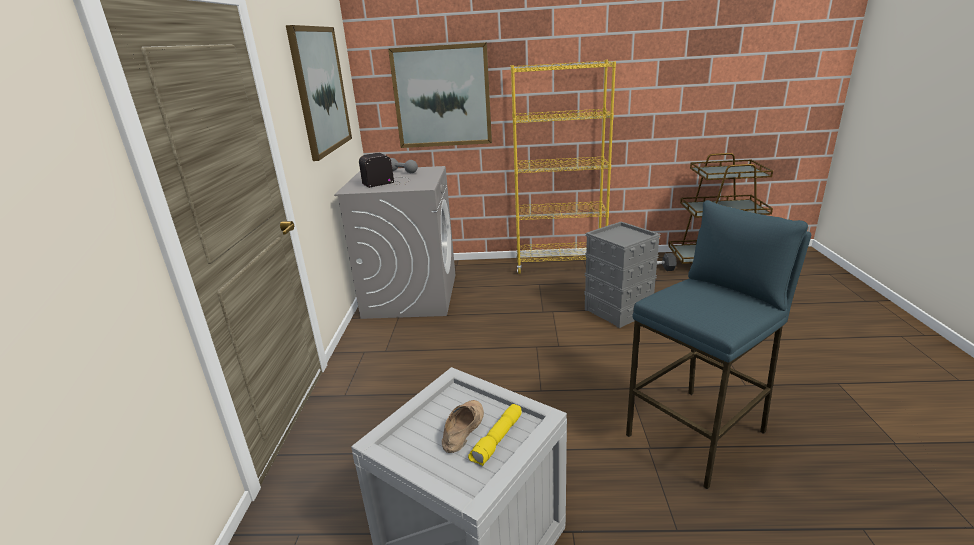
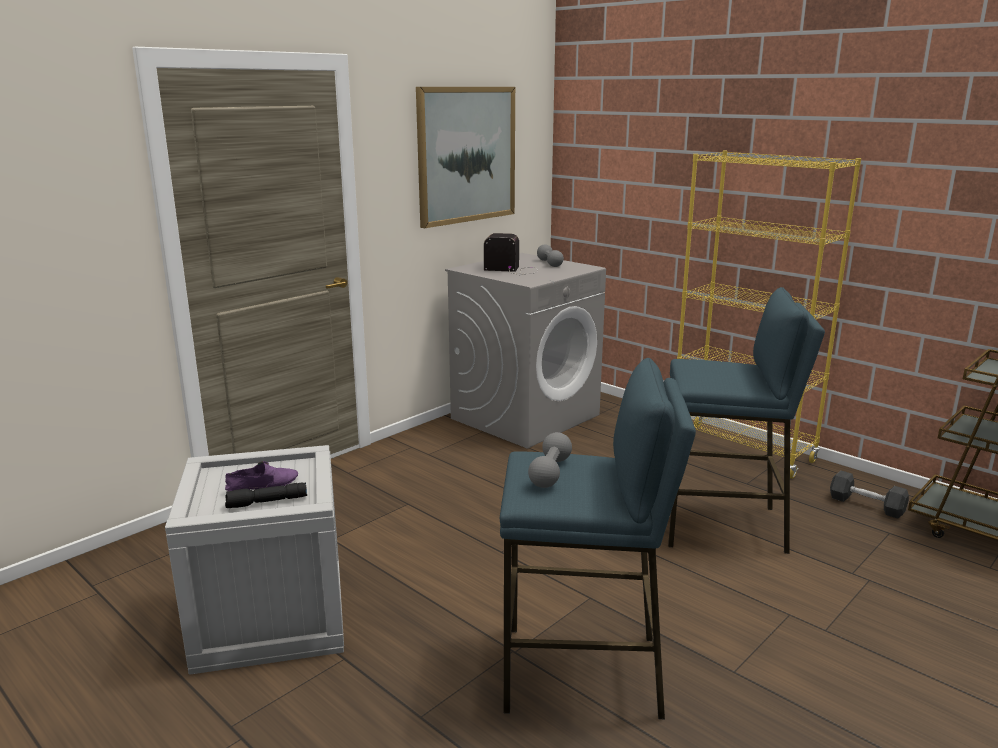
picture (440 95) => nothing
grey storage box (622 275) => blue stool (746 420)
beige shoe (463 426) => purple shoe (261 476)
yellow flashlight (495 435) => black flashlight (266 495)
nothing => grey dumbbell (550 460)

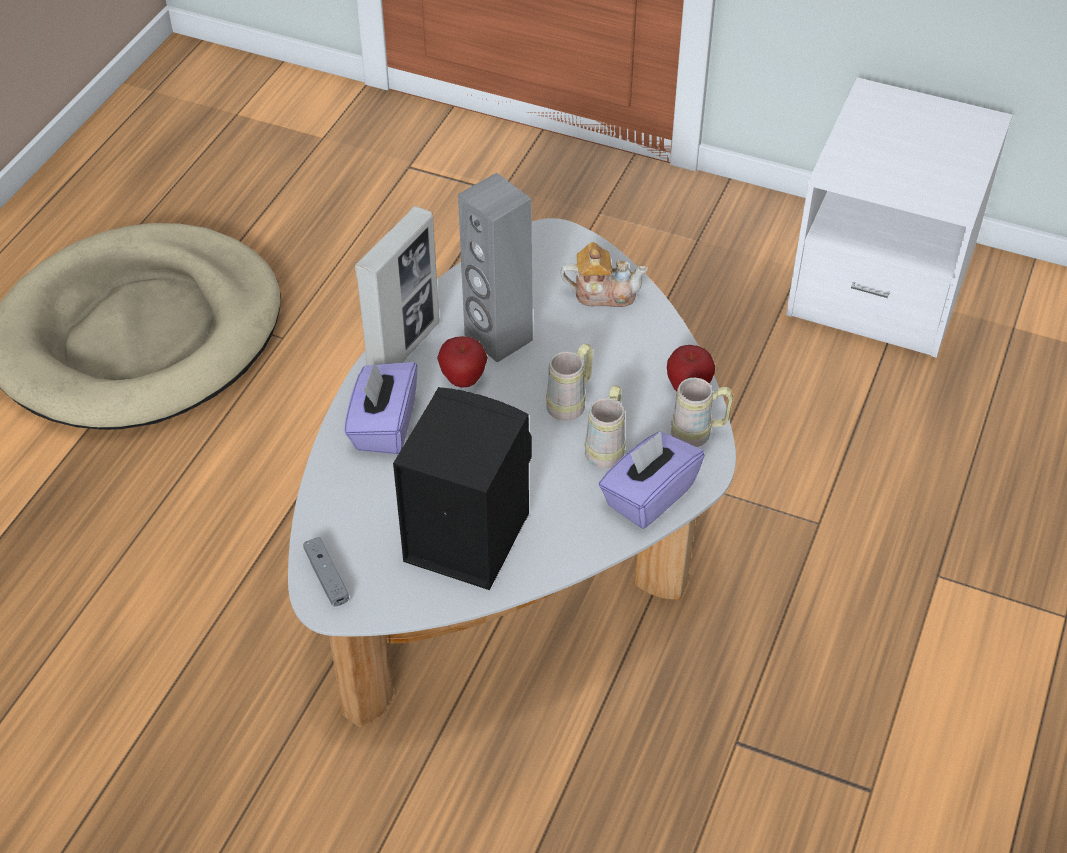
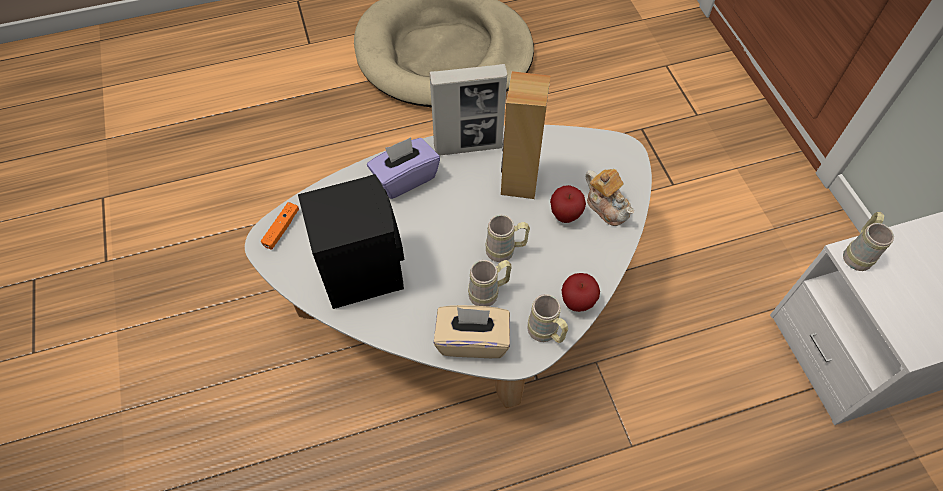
grey speaker (495 268) => brown speaker (525 135)
apple (462 362) => apple (568 204), shifted
purple tissue box (651 480) => beige tissue box (472 331)
grey game controller (326 572) => orange game controller (280 226)
nothing => beige mug (868 241)

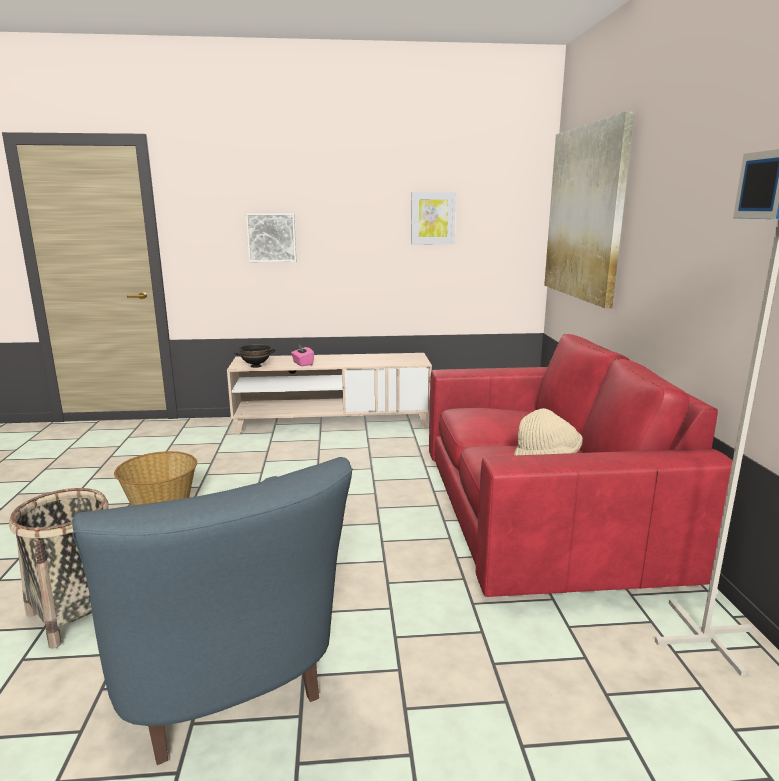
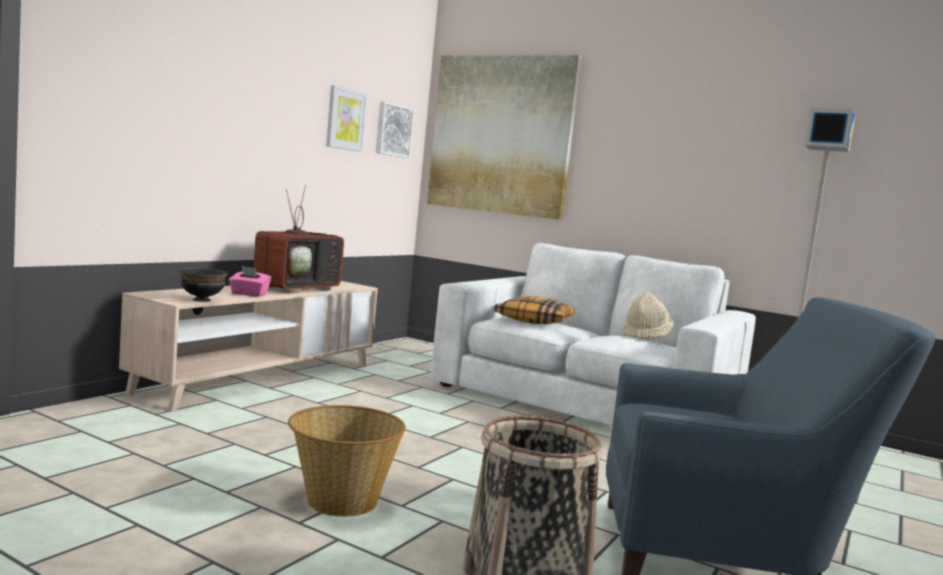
picture (271 237) => picture (395 130), shifted
red sofa (580 465) => white sofa (593 334)
nothing => television (298 239)
nothing => pillow (534 310)

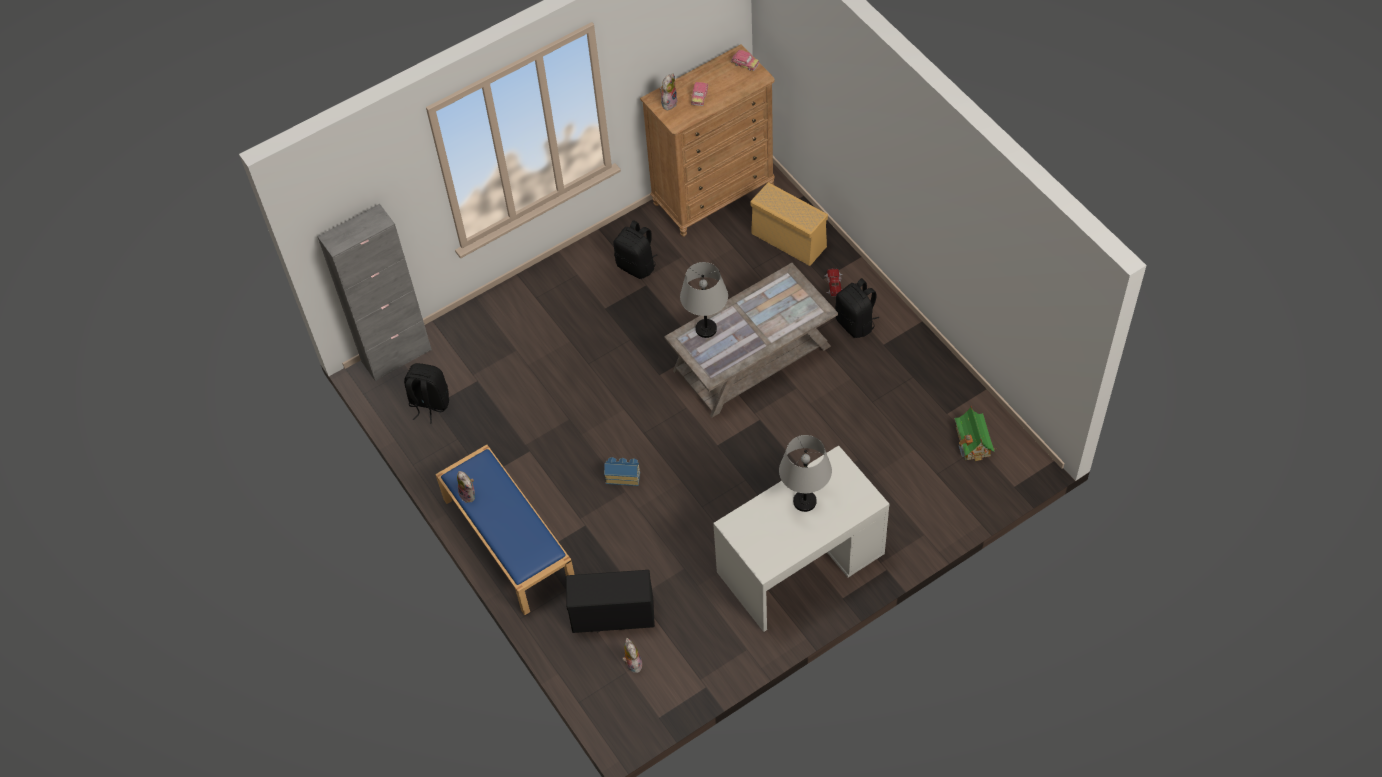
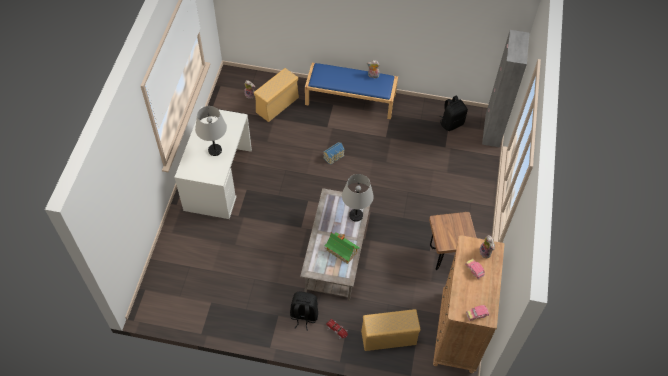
black backpack (635 249) => brown stool (453 241)
toy house (974 434) => toy house (342 248), shifted
black storage box (610 601) => beige storage box (276 95)

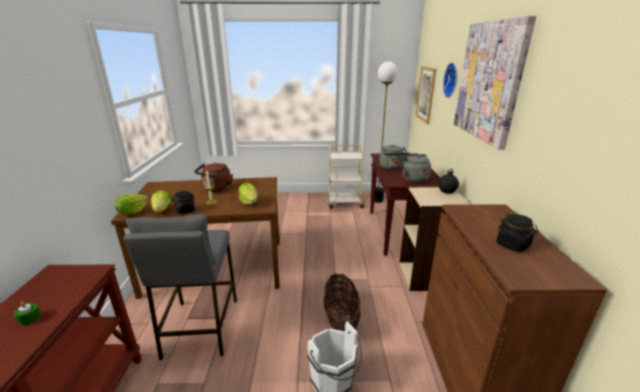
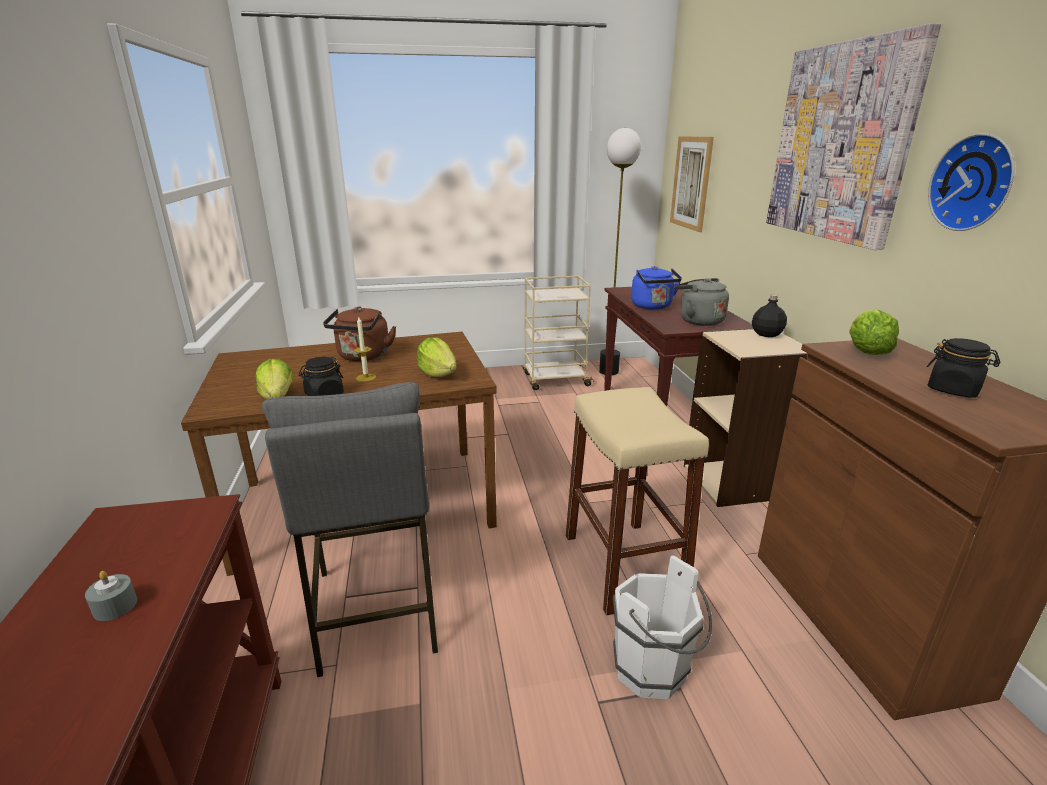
wall clock (450 80) => wall clock (971 182), shifted
grey kettle (394 157) => blue kettle (656 288)
lettuce (131 204) => lettuce (874 332), shifted
basket (342 302) => beige stool (637 501)
green candle (27 313) => grey candle (111 596)

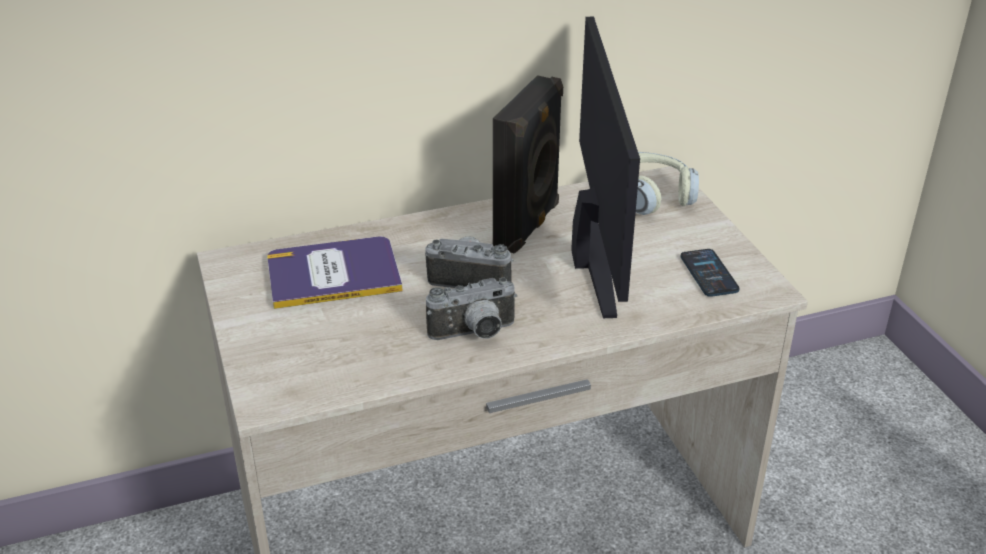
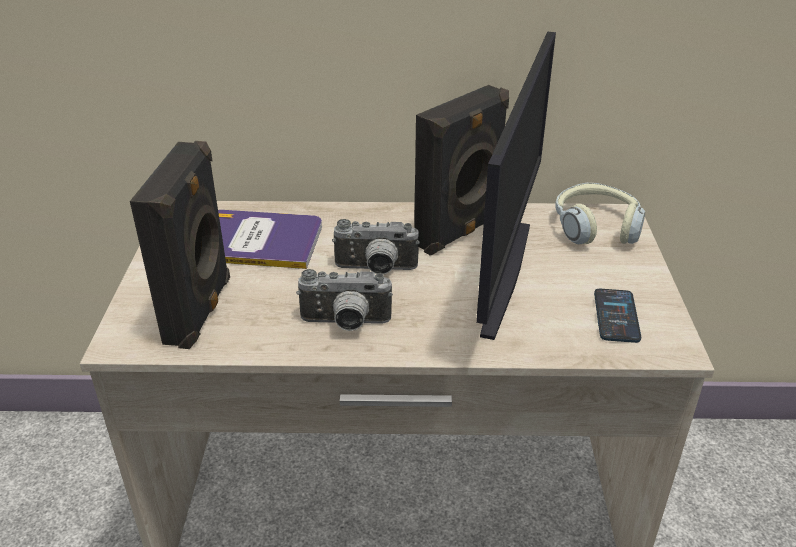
photo camera (469 262) => photo camera (376 246), 150 degrees clockwise
nothing => black speaker (180 245)

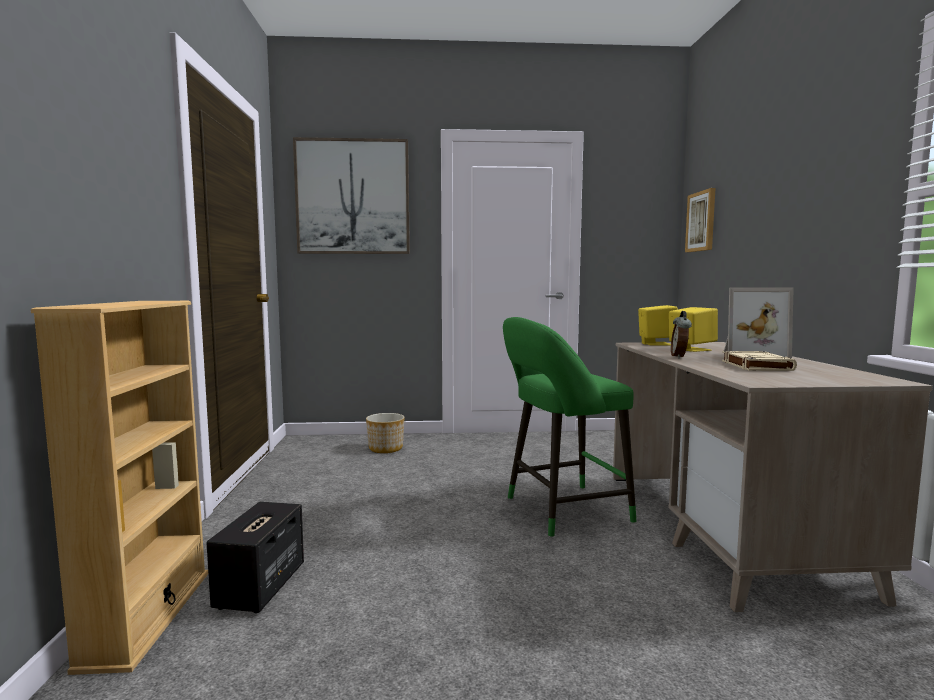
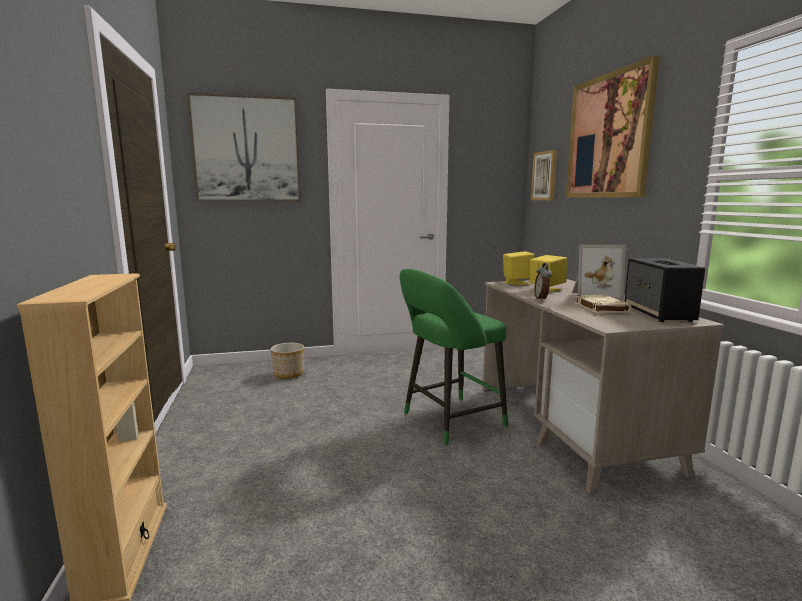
speaker (255 557) => speaker (664 290), shifted
nothing => picture (613 127)

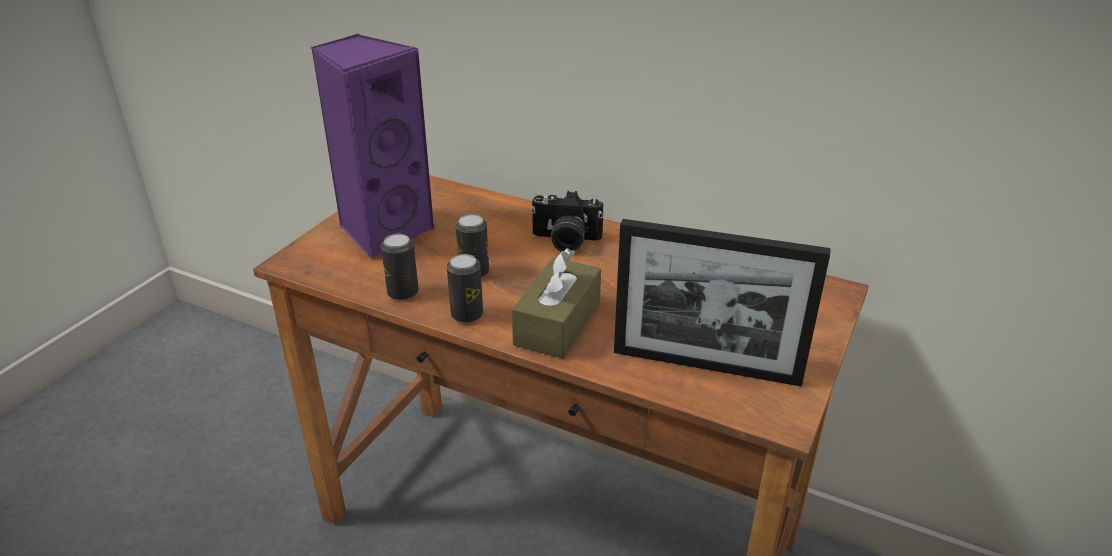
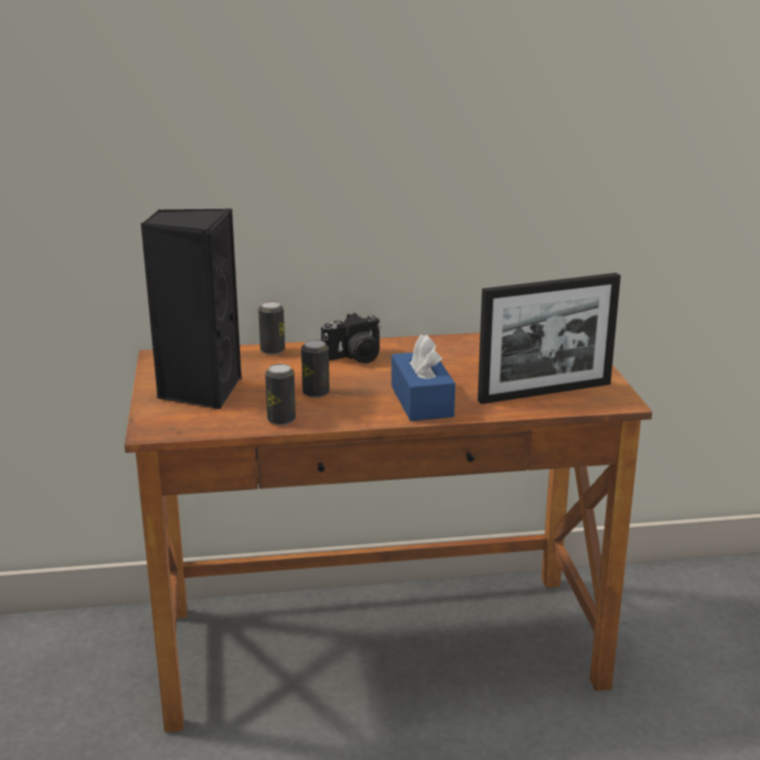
purple speaker (373 146) => black speaker (191 308)
brown tissue box (556 303) => blue tissue box (423 377)
can (465 288) => can (271 328), shifted

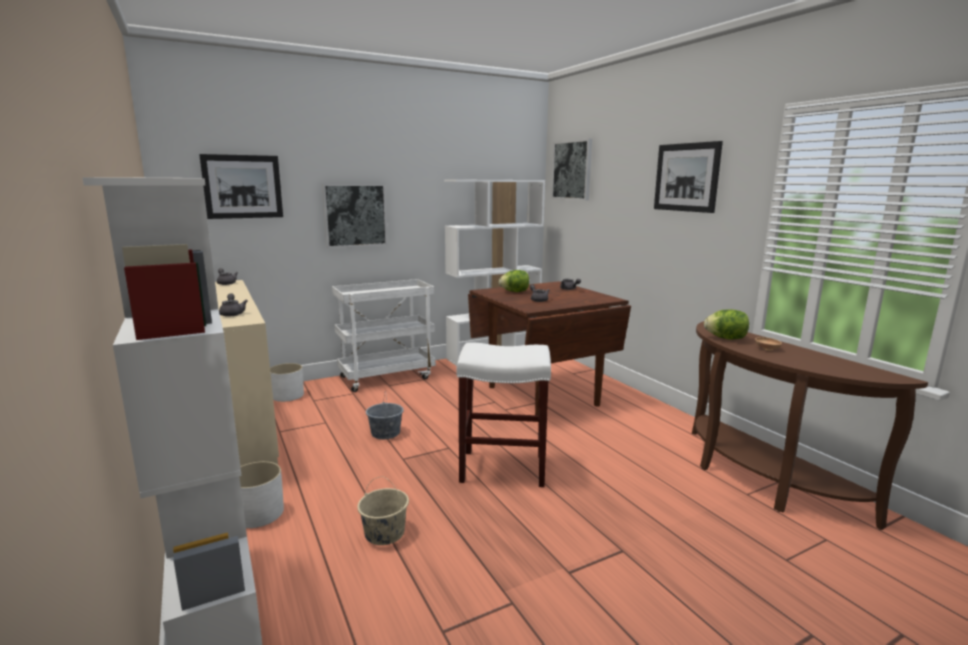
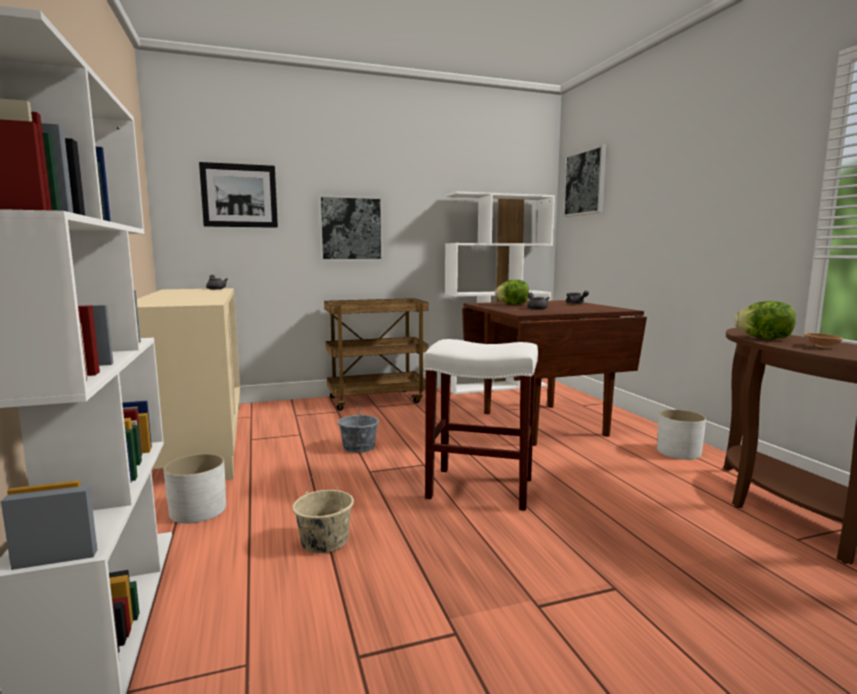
picture (688 177) => nothing
white cart (384 335) => brown cart (376 354)
grey teapot (233 305) => nothing
white planter (287 382) => white planter (681 434), shifted

